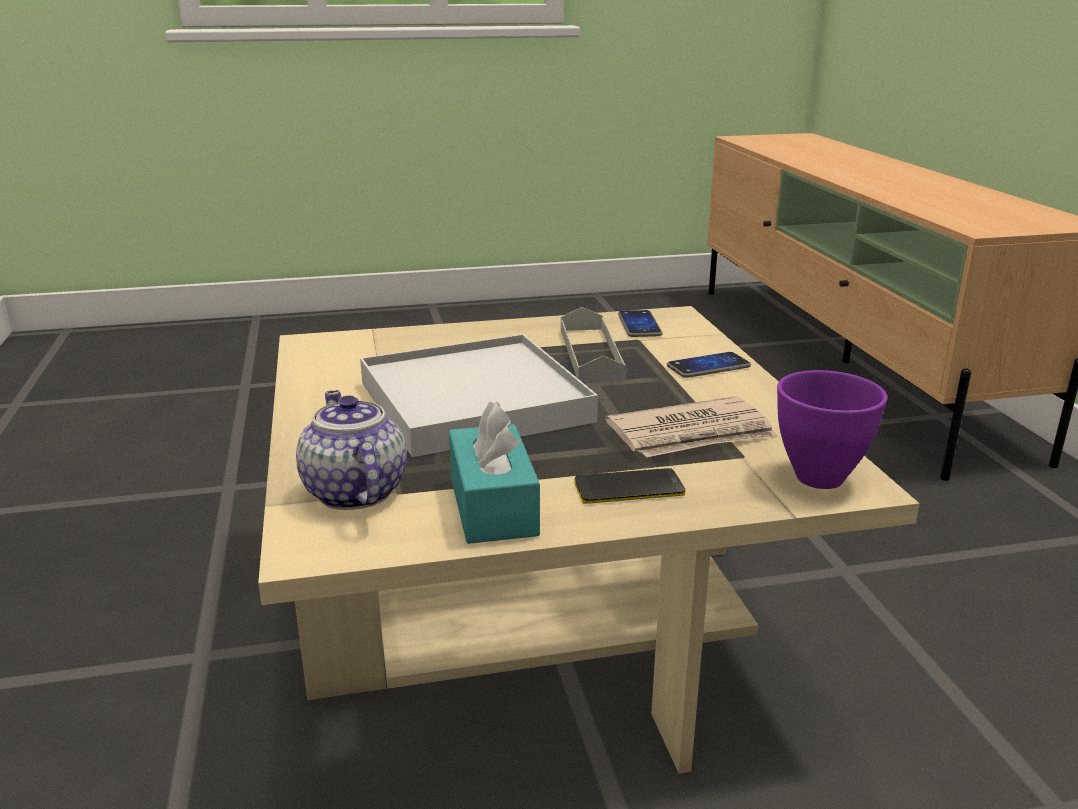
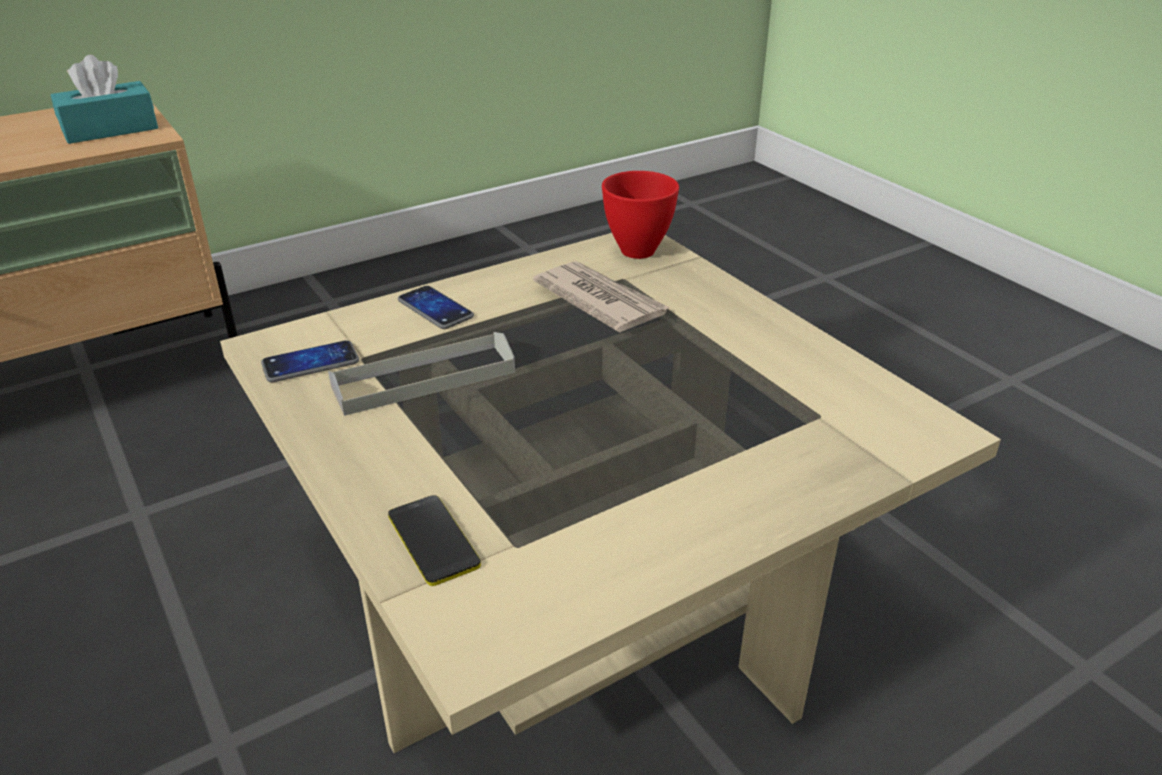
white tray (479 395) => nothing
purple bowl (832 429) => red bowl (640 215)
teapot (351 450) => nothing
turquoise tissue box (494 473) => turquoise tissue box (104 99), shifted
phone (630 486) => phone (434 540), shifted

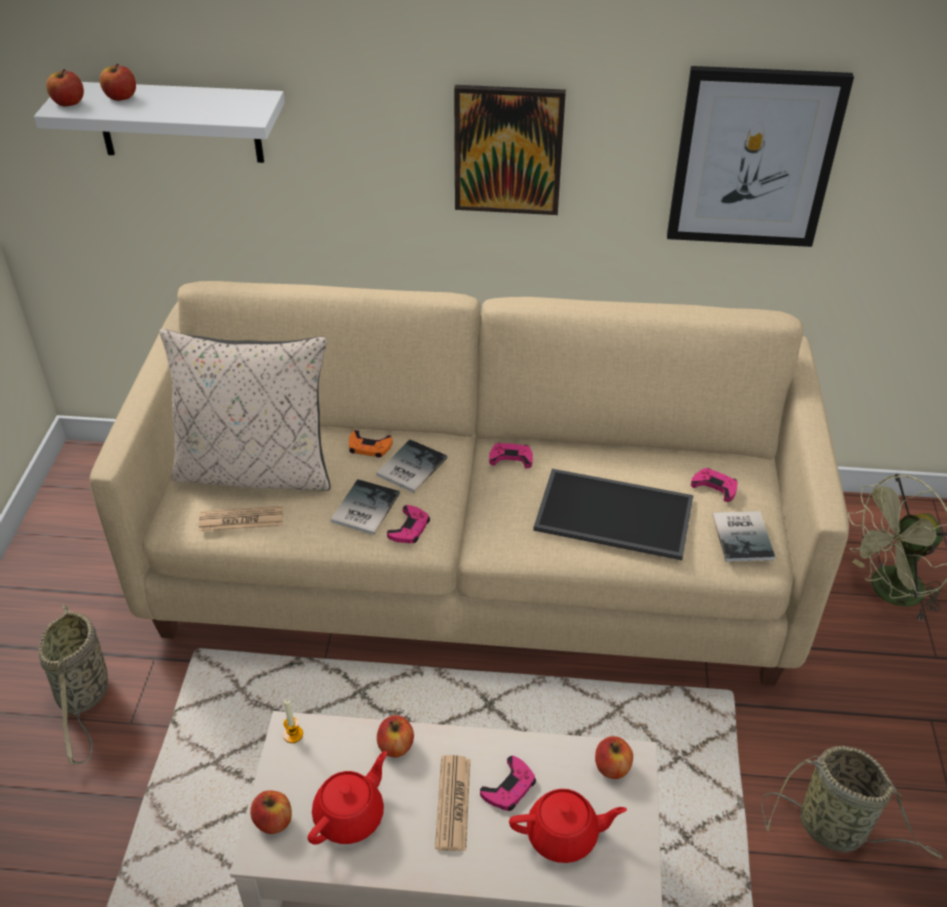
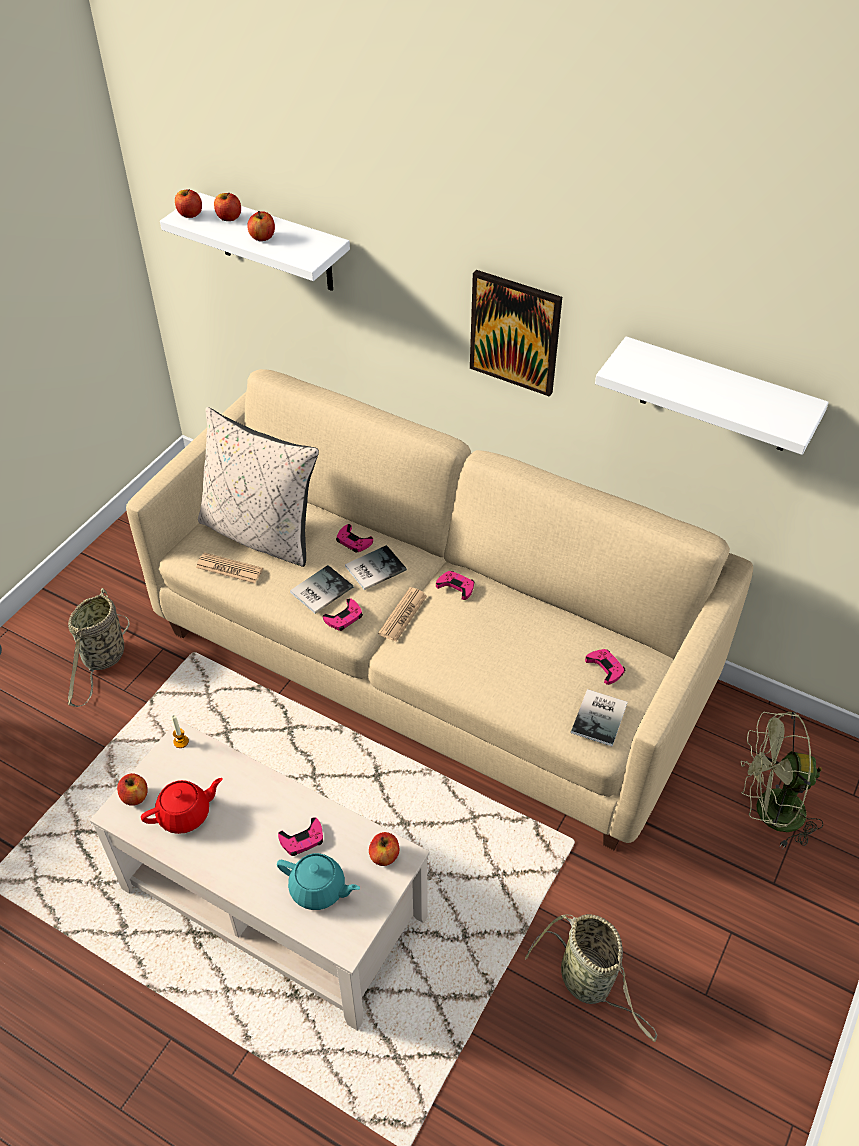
picture (760 156) => white shelf (712 395)
orange game controller (370 444) => pink game controller (354 538)
tray (613 514) => nothing
apple (395 736) => apple (261 226), shifted
newspaper (452 803) => newspaper (402 614), shifted
red teapot (568 826) => turquoise teapot (318 881)

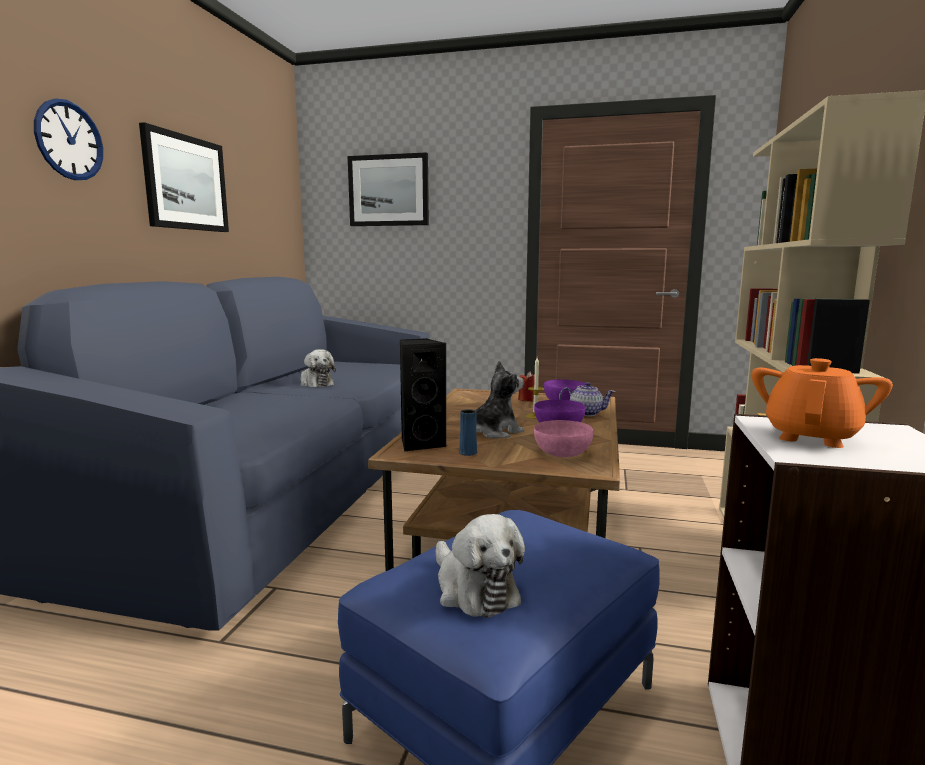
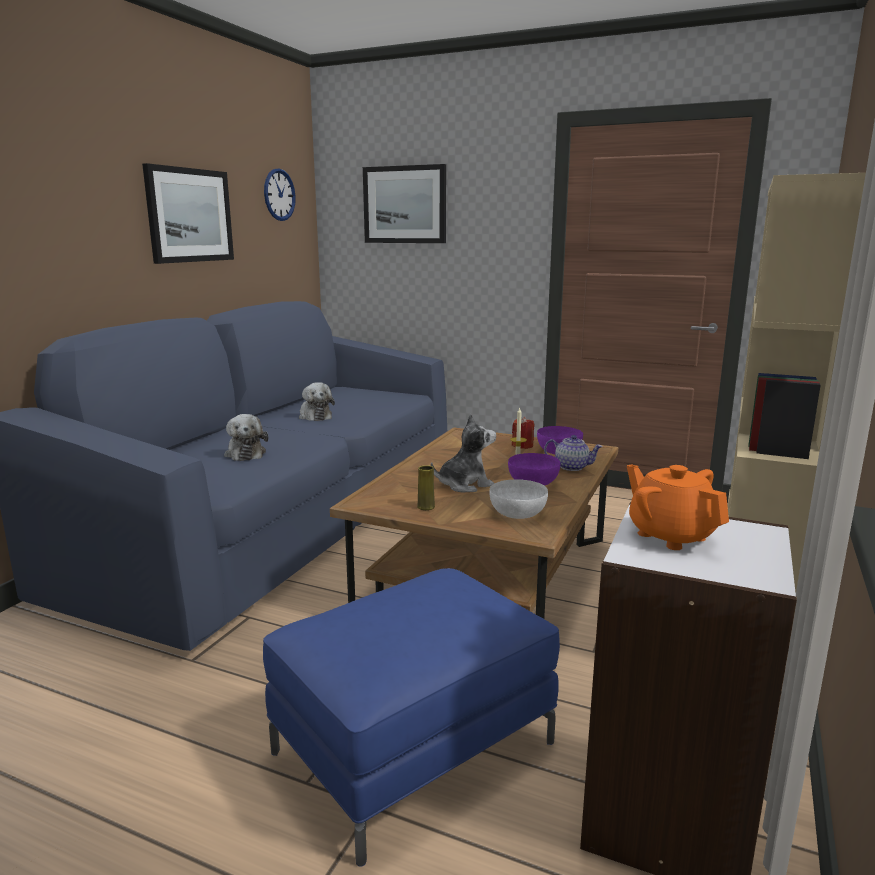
wall clock (68 139) => wall clock (280 194), shifted
black speaker (423 394) => nothing
orange teapot (822 403) => orange teapot (678 507), 75 degrees counterclockwise
blue vase (468 432) => yellow vase (426 487)
pink bowl (563 438) => white bowl (518 499)
plush toy (480 566) => plush toy (246 437), shifted

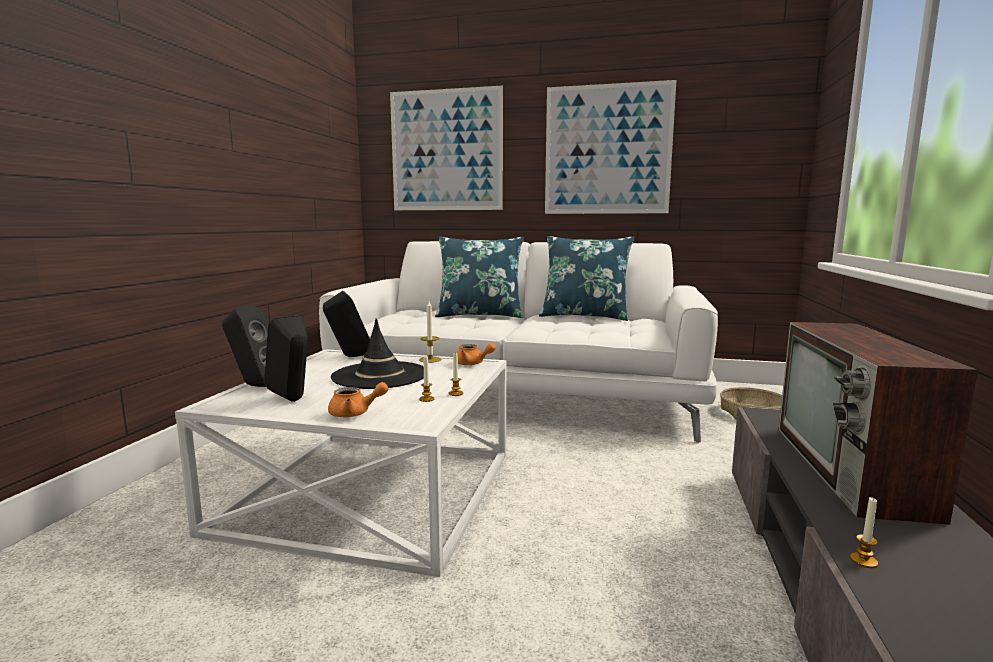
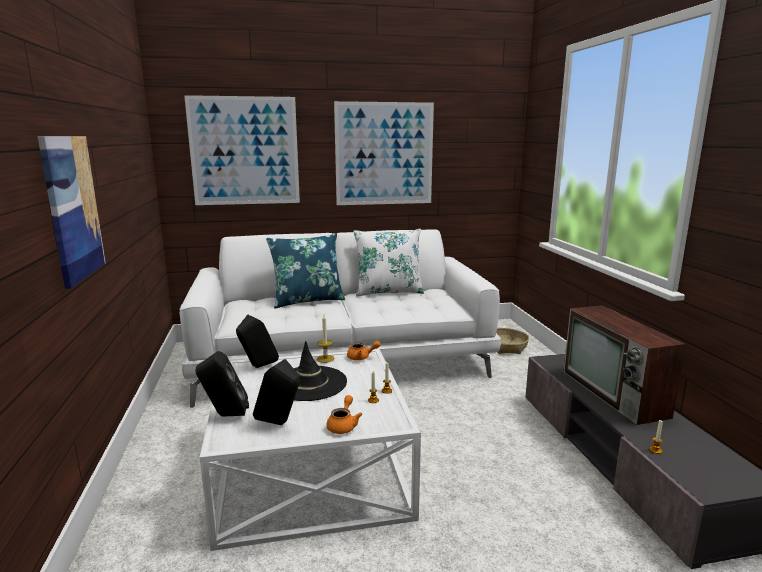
blue pillow (587 278) => white pillow (389 263)
orange teapot (358 399) => orange teapot (344 414), 45 degrees counterclockwise
nothing => picture (71 212)

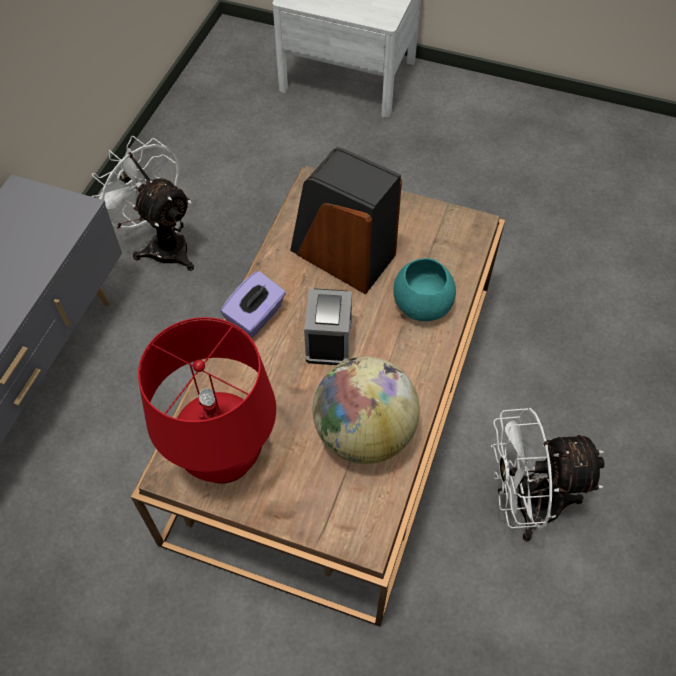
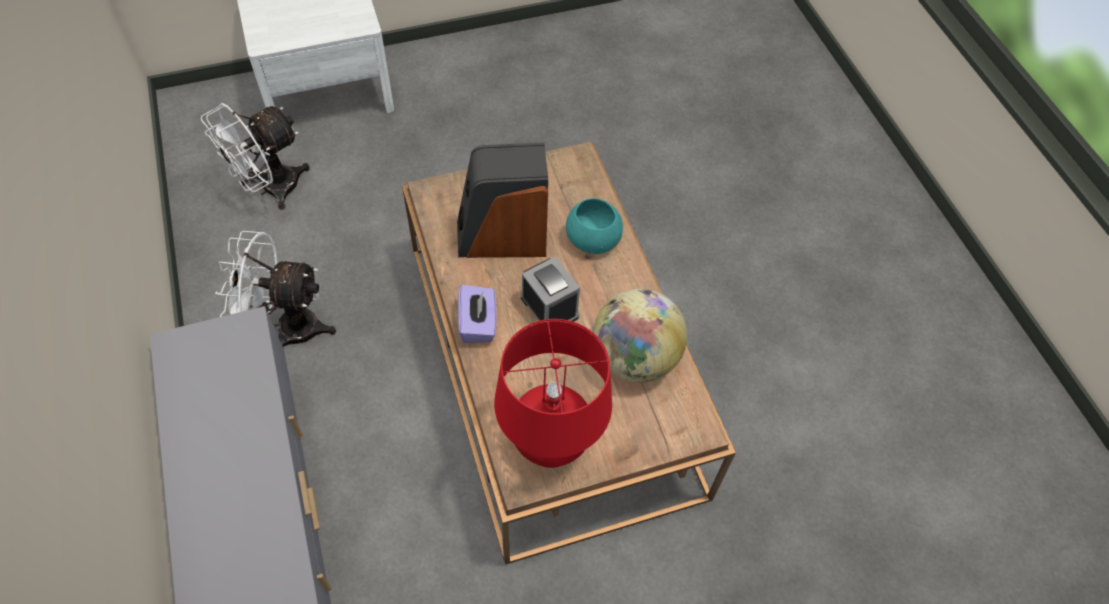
white fan (548 475) => white fan (255 156), shifted

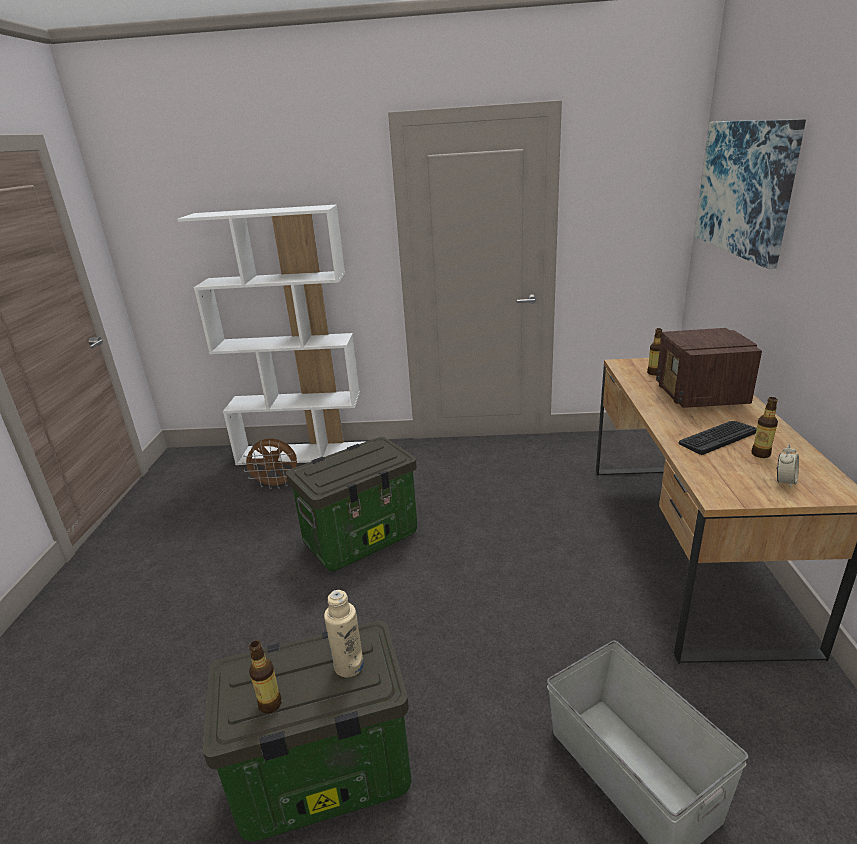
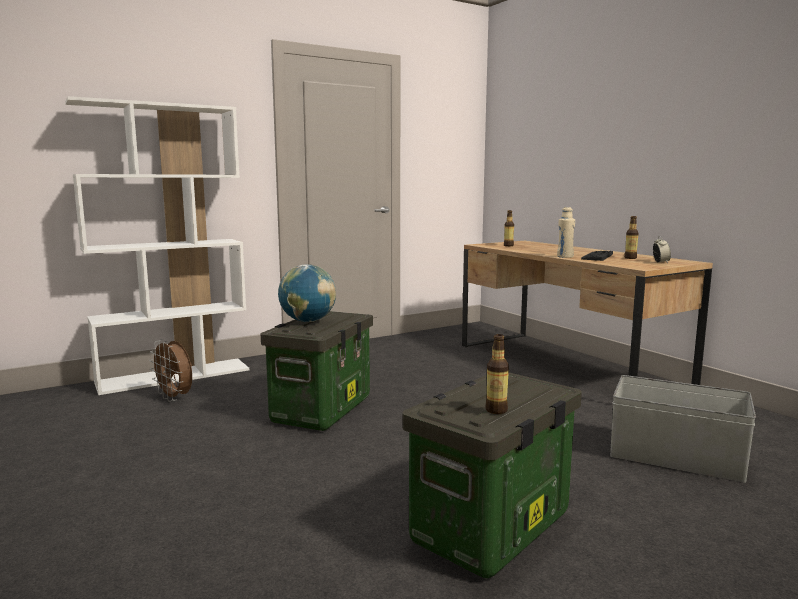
picture (750 194) => nothing
radio (709 368) => nothing
brown fan (269 463) => brown fan (170 370), 75 degrees clockwise
beige bottle (344 633) => beige bottle (566 232), shifted
nothing => globe (307 293)

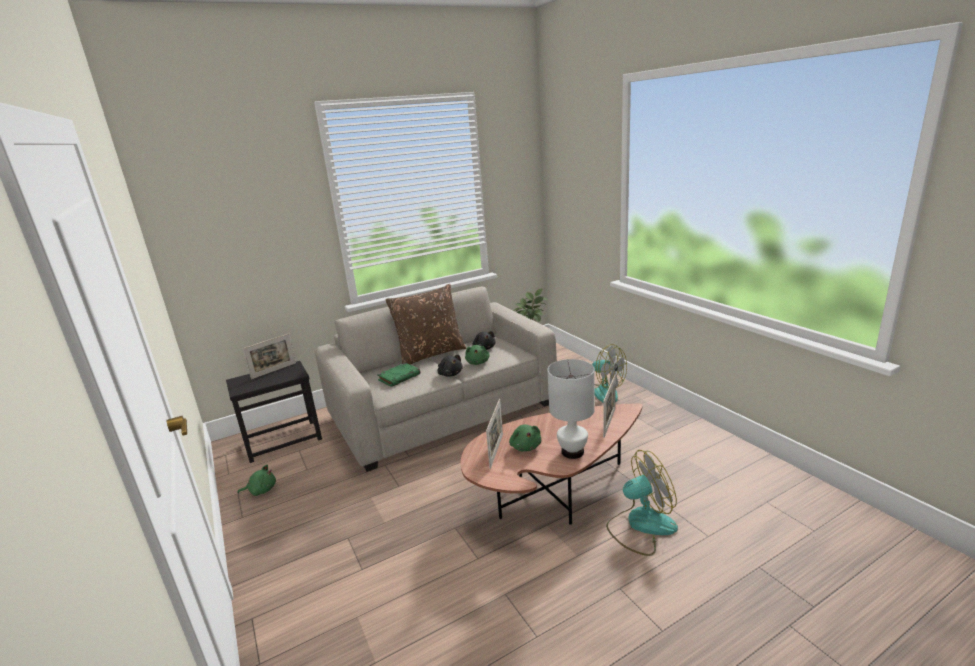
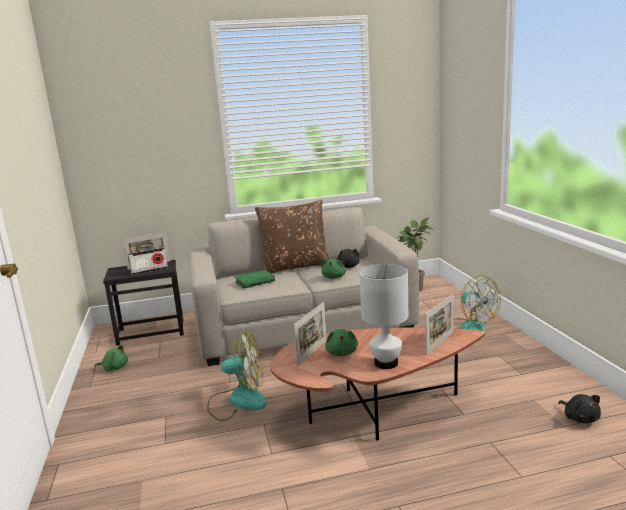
black plush toy (450 366) => black plush toy (580 408), shifted
fan (642 503) => fan (236 376), shifted
nothing => radio (148 261)

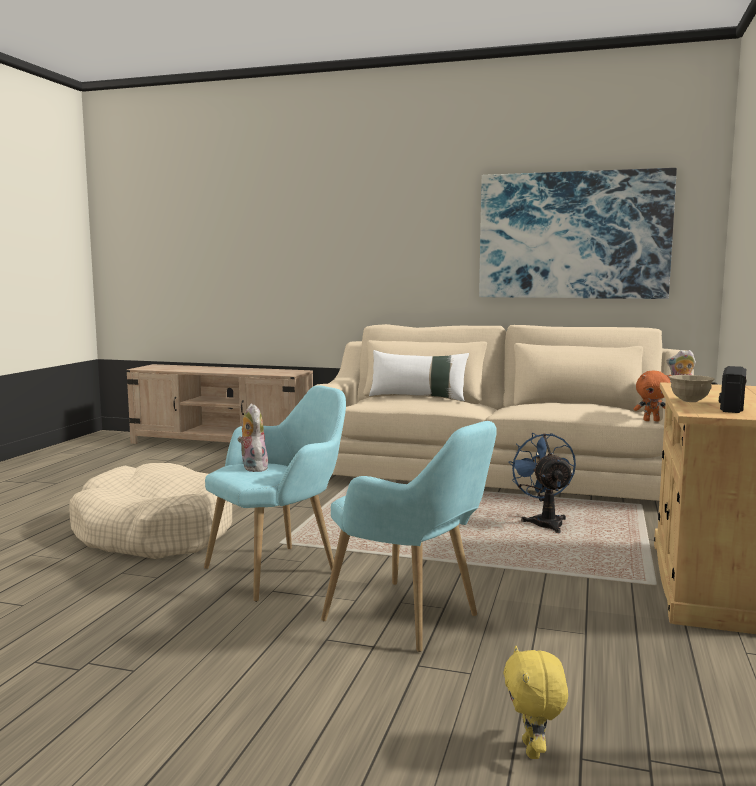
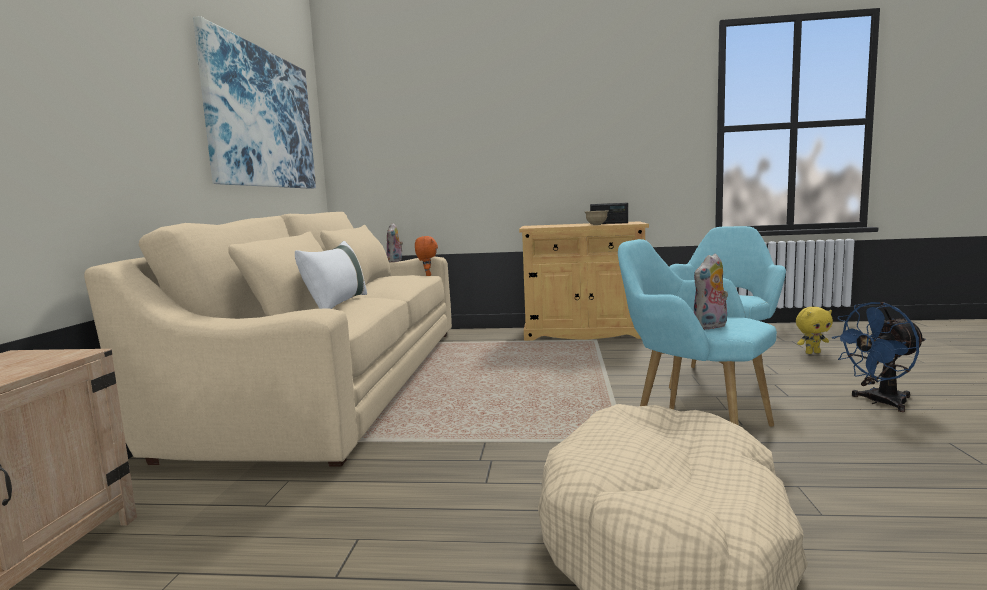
blue fan (542 483) => blue fan (879 357), shifted

